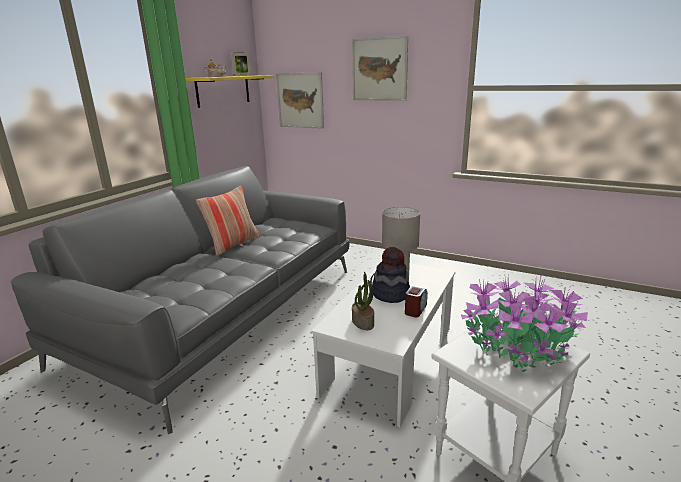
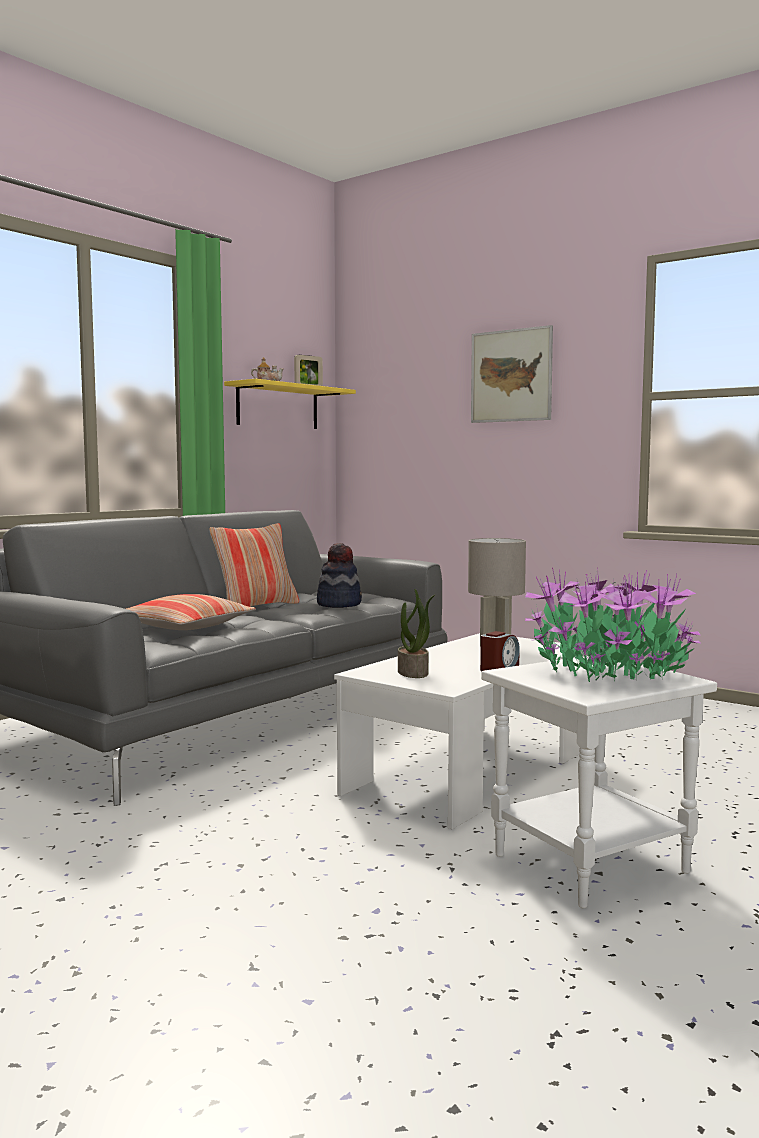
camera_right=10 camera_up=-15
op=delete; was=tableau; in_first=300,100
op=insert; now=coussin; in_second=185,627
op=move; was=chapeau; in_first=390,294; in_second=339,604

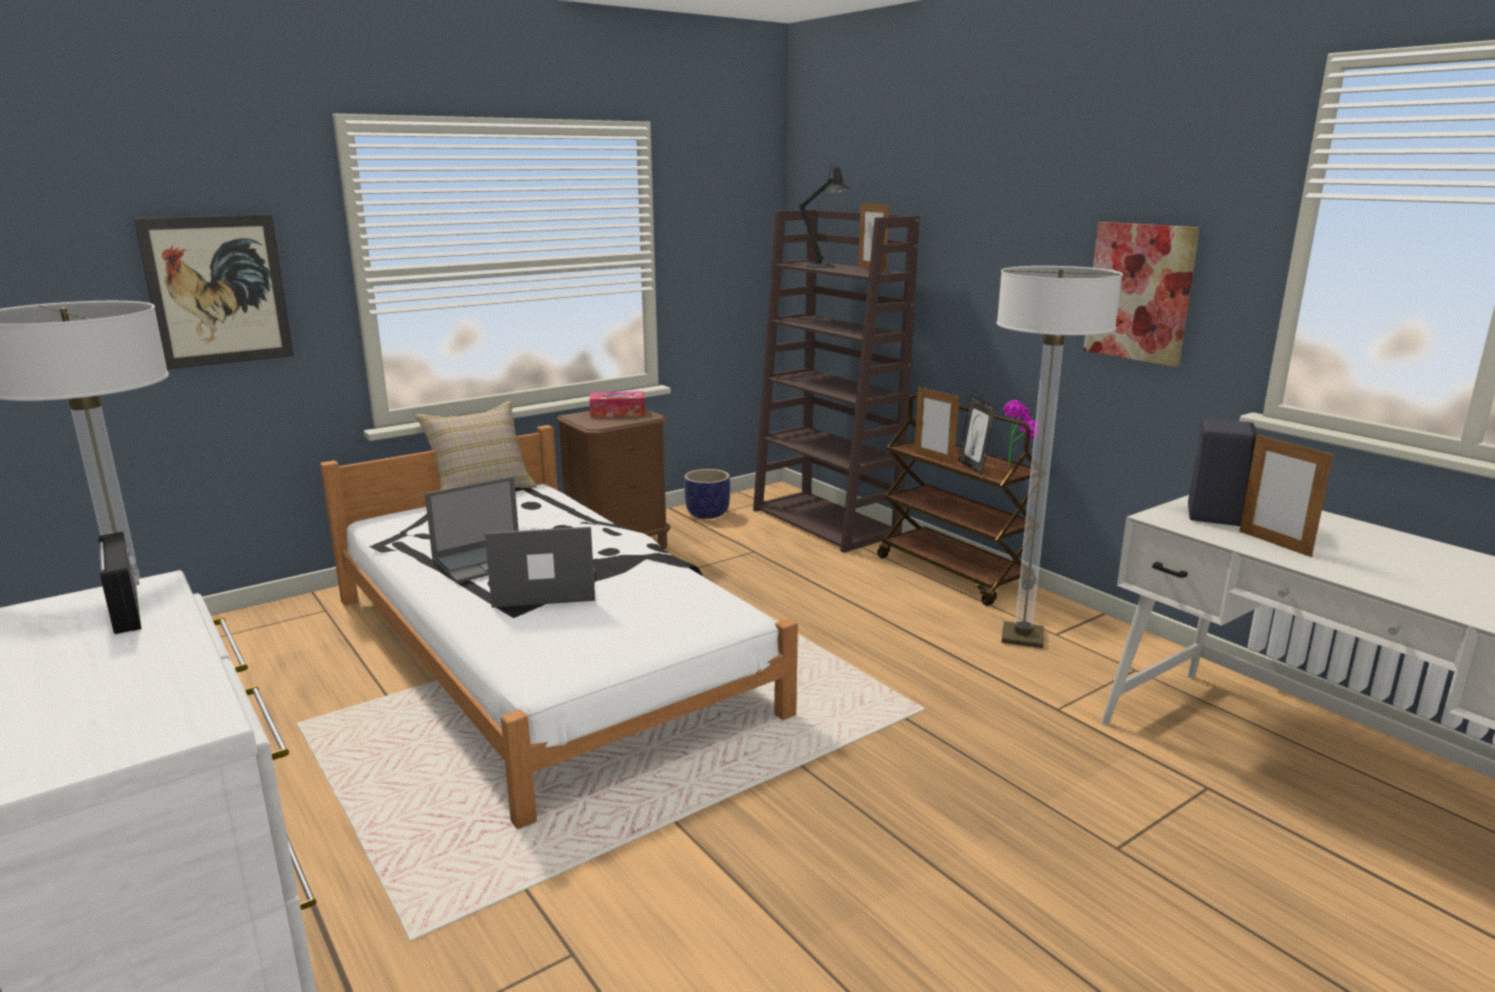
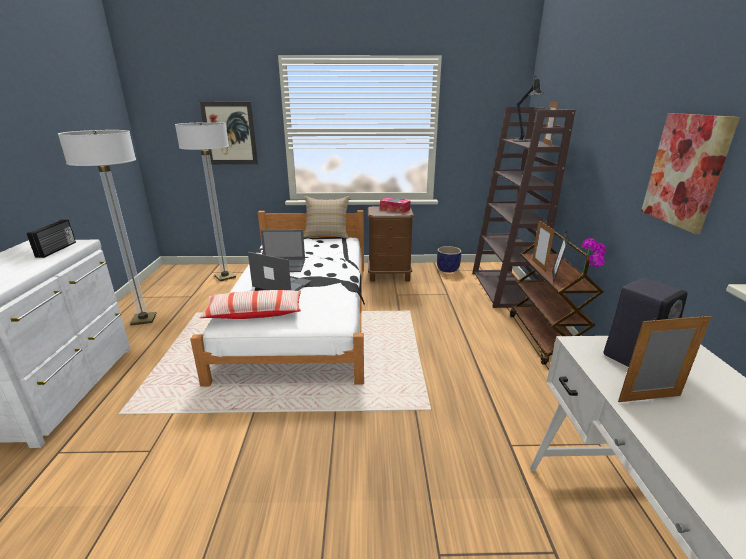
camera_right=35 camera_up=5
op=insert; now=coussin; in_second=254,313
op=move; was=lampadaire; in_first=1022,637; in_second=225,277
op=rotate; was=cadre photo; in_first=1274,543; in_second=649,398; clockwise=75

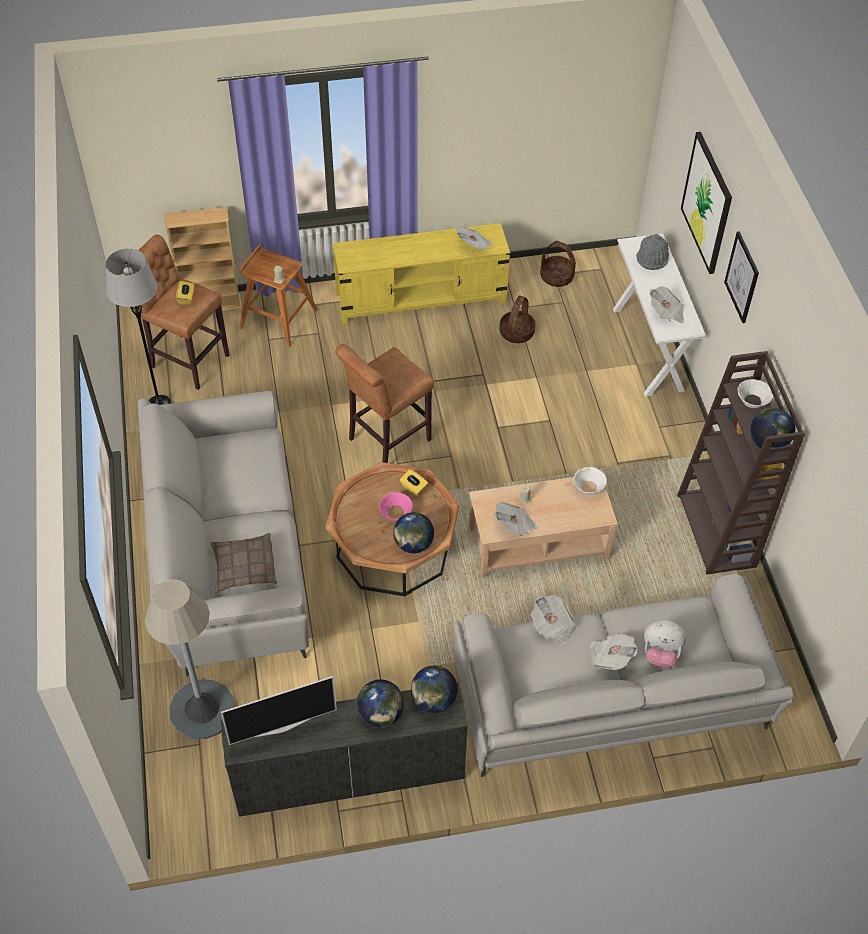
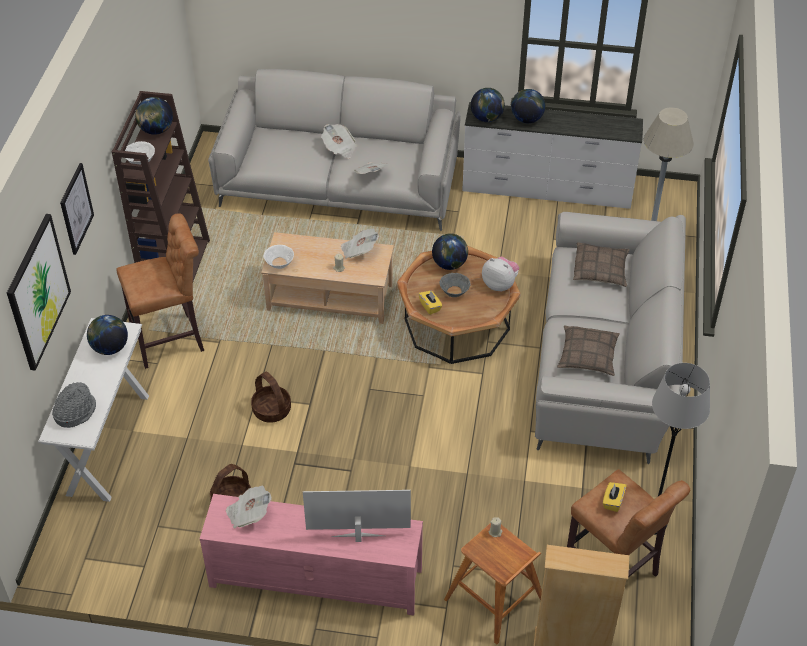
camera_right=-160 camera_up=-5
op=insert; now=coussin; in_second=587,356
op=move; was=téléviseur; in_first=282,727; in_second=358,537
op=move; was=tabouret [marron]; in_first=386,441; in_second=172,340
op=move; was=panier; in_first=557,277; in_second=271,410
op=move; was=peluche; in_first=660,654; in_second=500,284
op=replace; was=journal; now=globe; in_first=666,313; in_second=110,348
op=recolor; was=meuble télé [jaune]; now=meuble télé [rose]; in_first=421,298; in_second=315,578
op=recolor; was=bol [rose]; now=bol [gris]; in_first=395,513; in_second=454,291

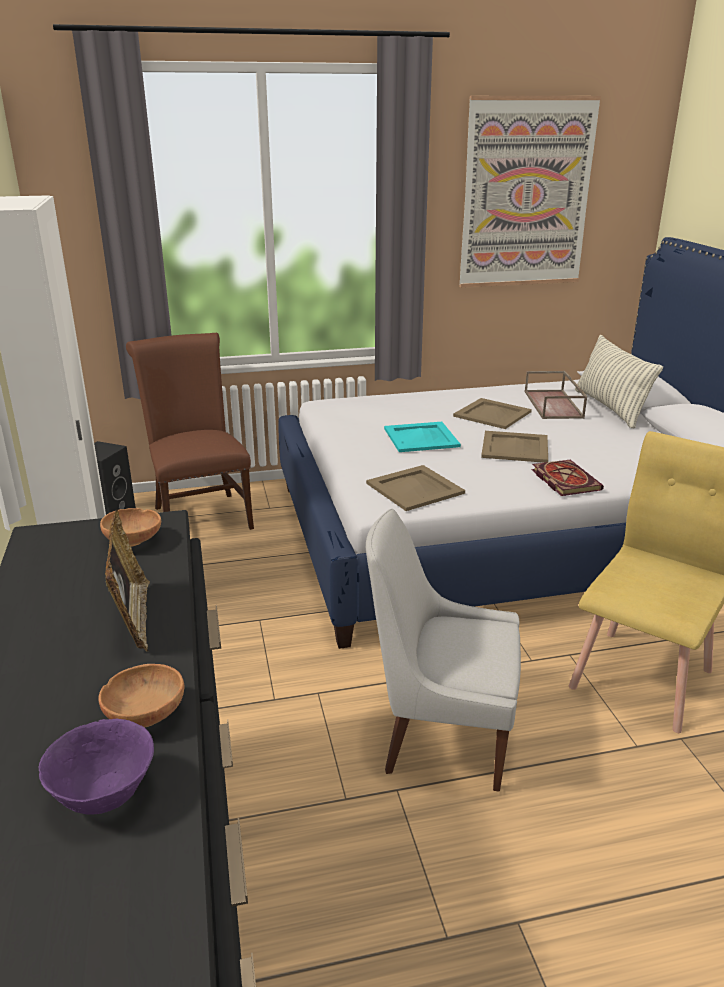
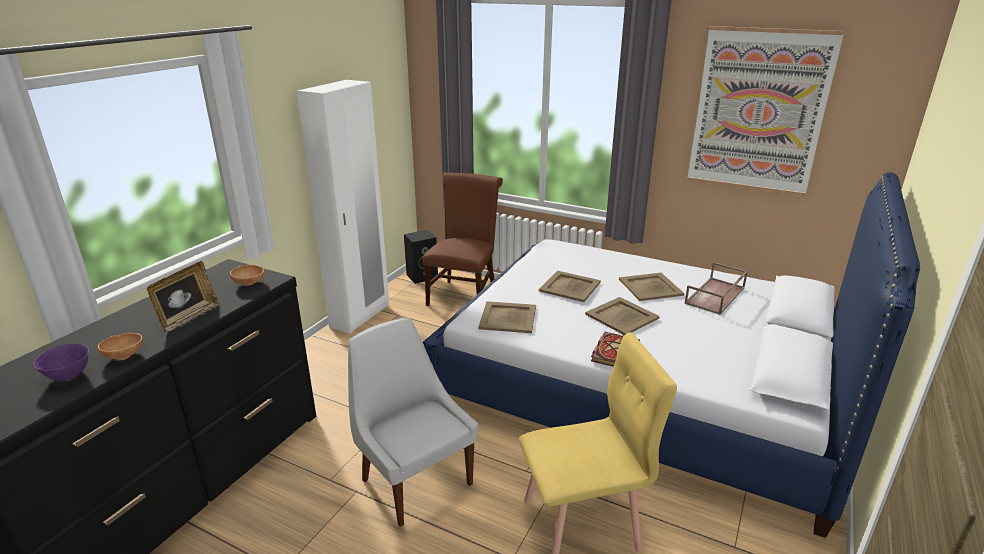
camera_right=40 camera_up=0
op=delete; was=coussin; in_first=610,408
op=recolor; was=plateau [turquoise]; now=plateau [beige]; in_first=421,437; in_second=570,286

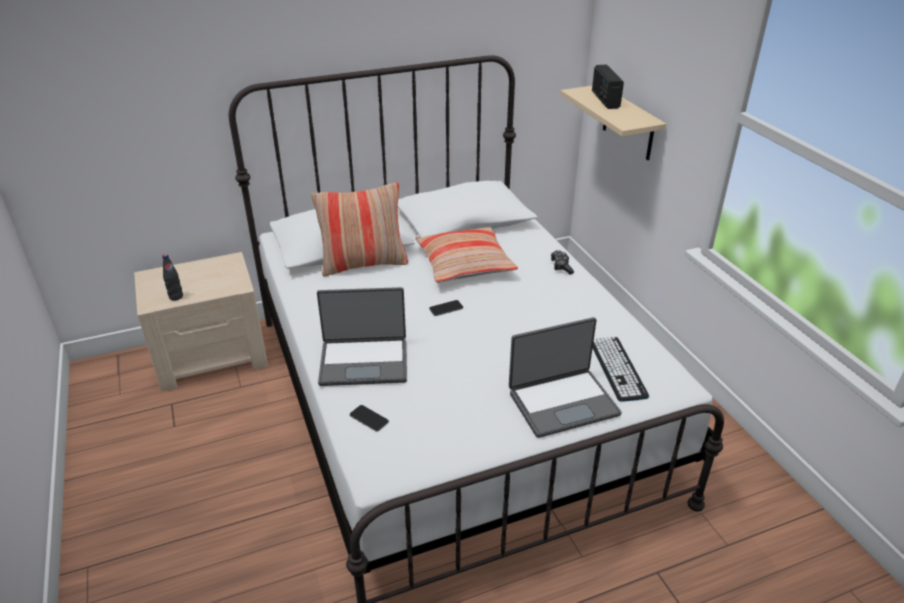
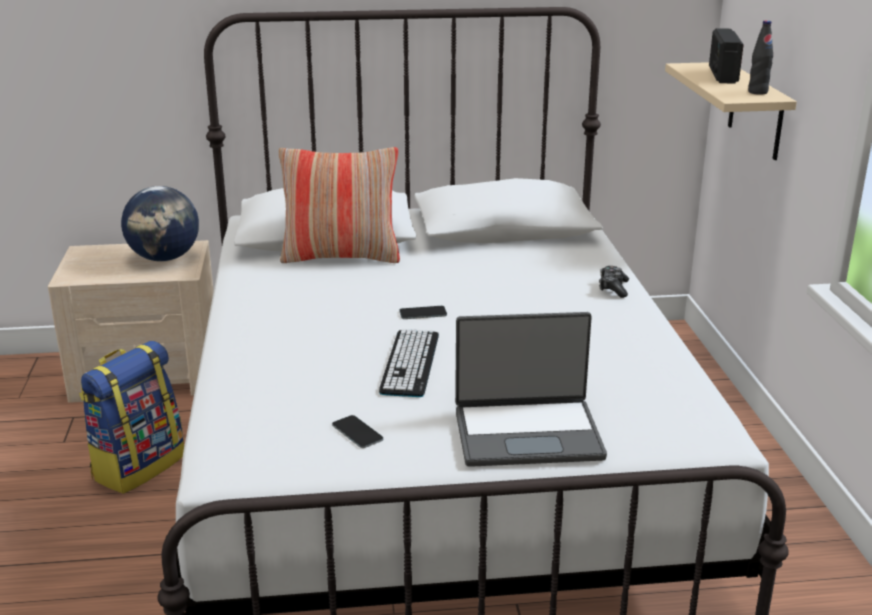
camera_right=15 camera_up=-10
op=delete; was=ordinateur portable; in_first=364,362
op=delete; was=coussin; in_first=464,264
op=insert; now=sac à dos; in_second=138,466
op=insert; now=globe; in_second=165,258
op=move; was=bouteille [noir]; in_first=176,297; in_second=757,92
op=move; was=téléphone; in_first=369,418; in_second=357,432
op=move; was=clavier; in_first=617,368; in_second=410,363

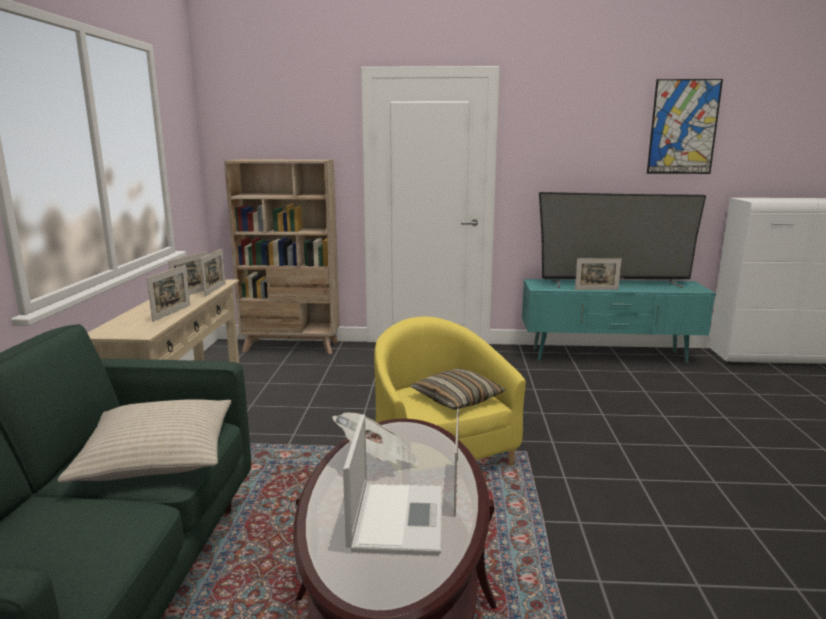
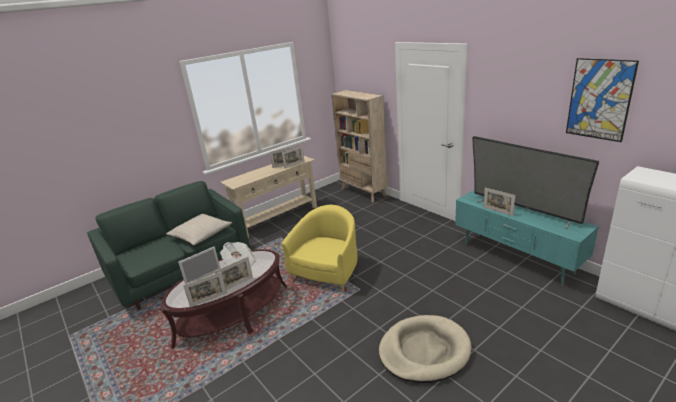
camera_right=50 camera_up=10
op=delete; was=coussin; in_first=457,399
op=insert; now=panier pour chien [beige]; in_second=424,351
op=move; was=cadre photo; in_first=172,313; in_second=208,300

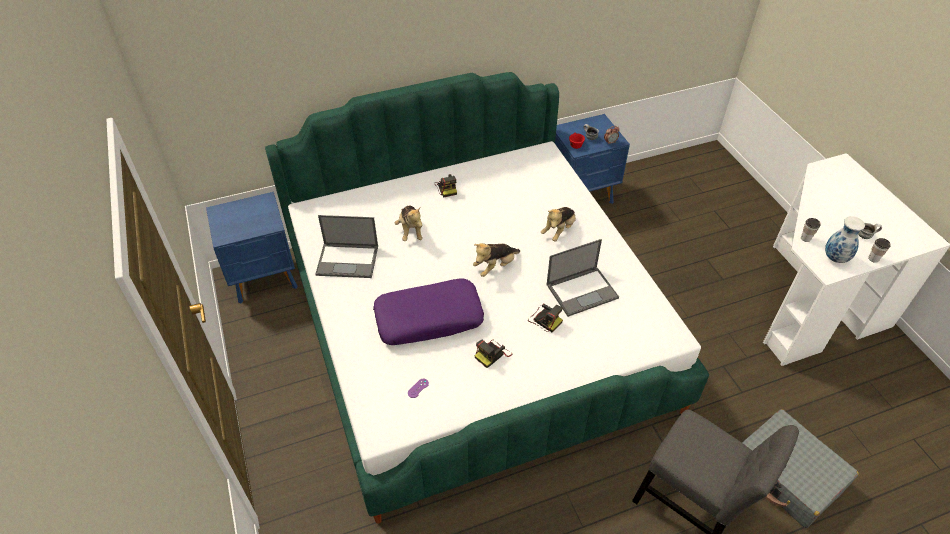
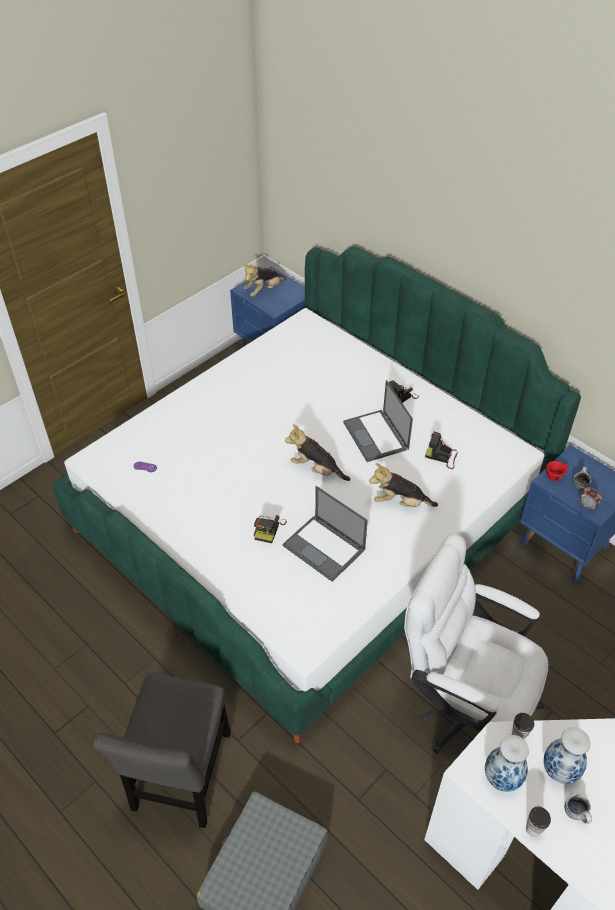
camera_right=65 camera_up=0
op=delete; was=coussin [violet]; in_first=429,318
op=insert; now=chaise de bureau [blanc]; in_second=463,704
op=insert; now=vase; in_second=559,770
op=move; was=ordinateur portable; in_first=348,260; in_second=376,436
op=move; was=peluche; in_first=410,230; in_second=264,290
op=move; was=appareil photo; in_first=492,354; in_second=442,456

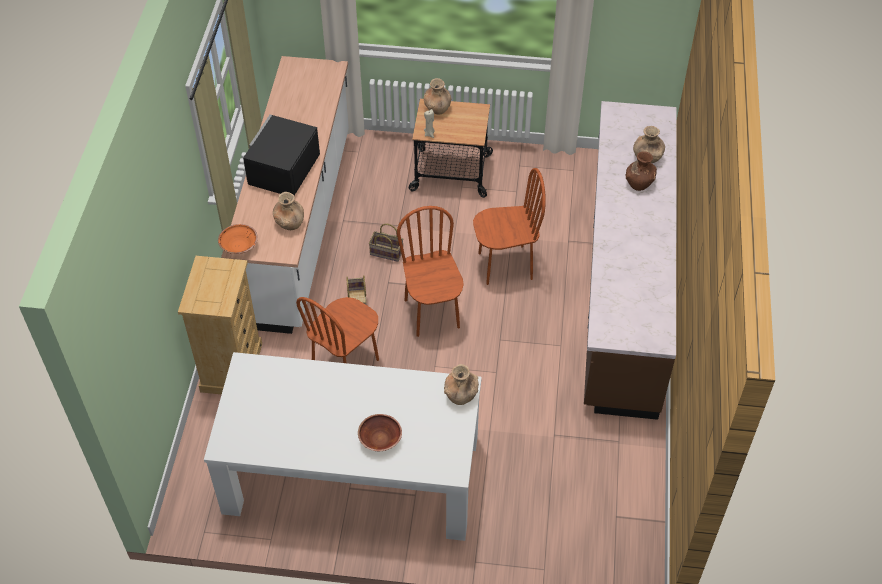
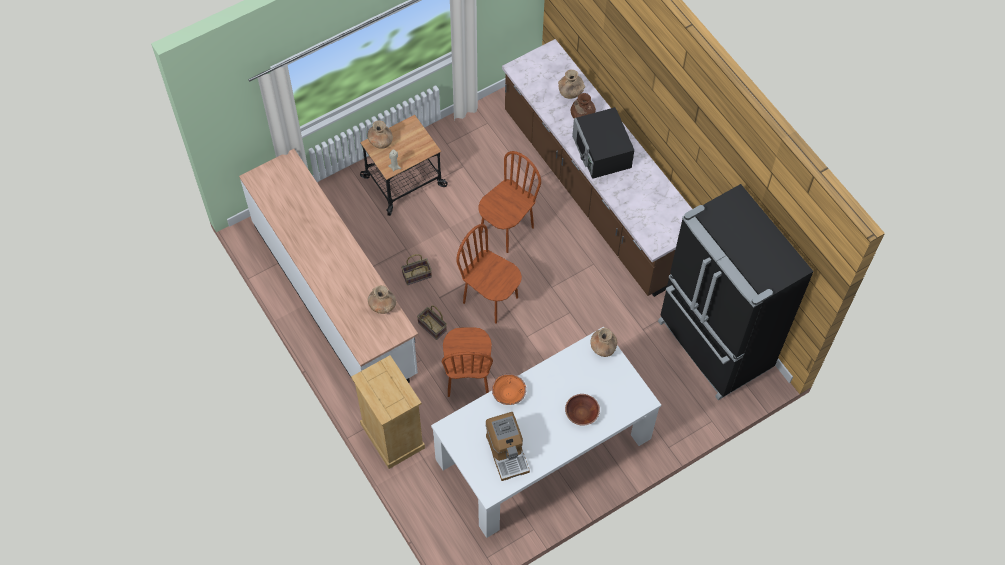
camera_right=-40 camera_up=10
op=insert; now=machine à café; in_second=507,452
op=insert; now=réfrigérateur [noir]; in_second=713,346
op=move; was=bol [orange]; in_first=239,246; in_second=509,393
op=move; was=micro-ondes [noir]; in_first=283,169; in_second=602,152

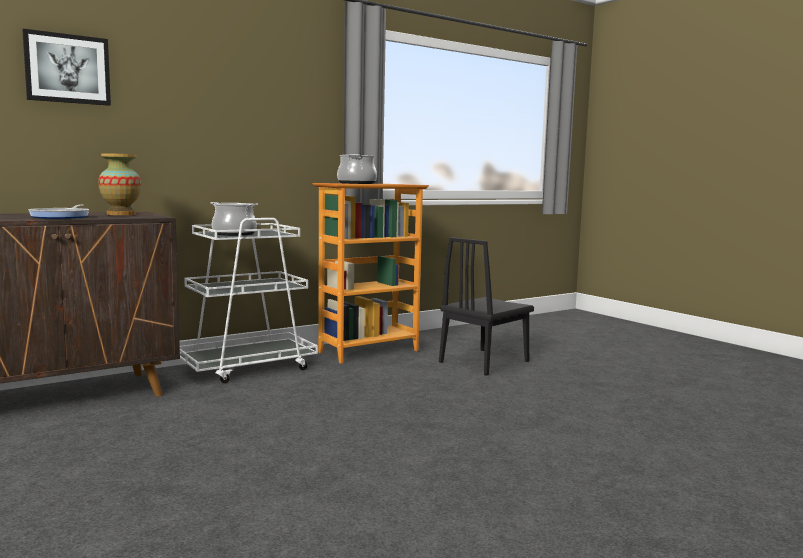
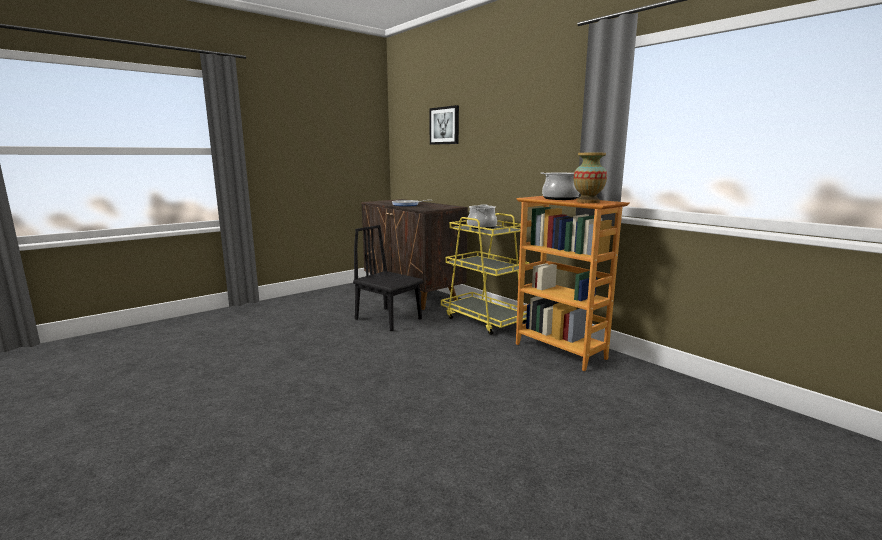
camera_right=85 camera_up=5
op=move; was=vase; in_first=121,214; in_second=588,202
op=move; was=chaise [noir]; in_first=484,361; in_second=388,319
op=recolor; was=chariot [blanc]; now=chariot [jaune]; in_first=248,367; in_second=485,320

